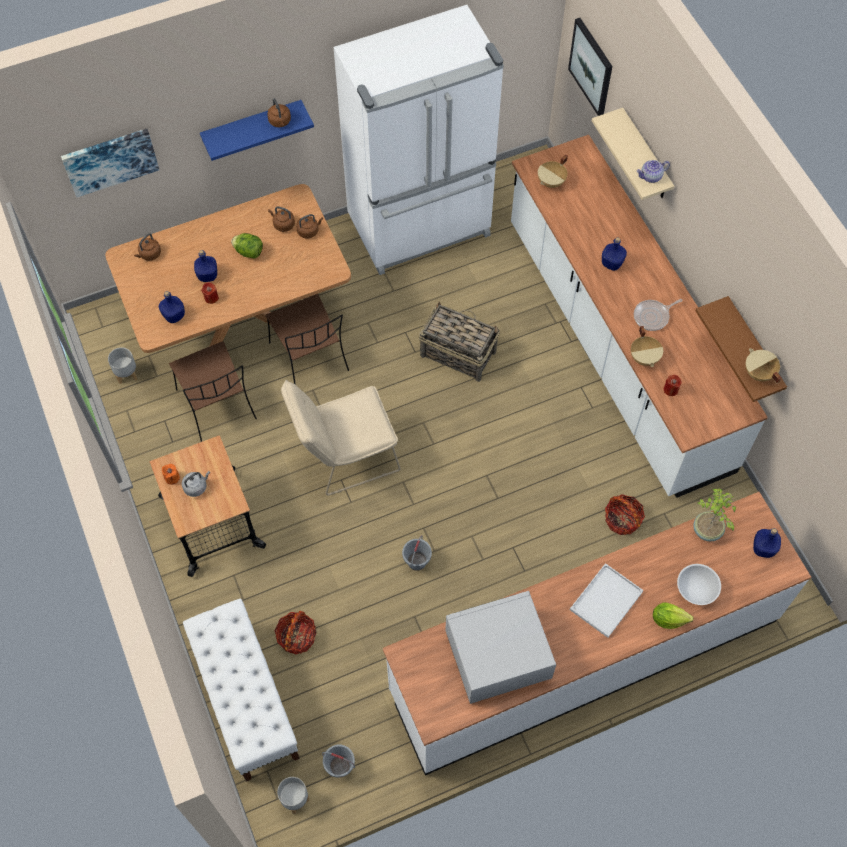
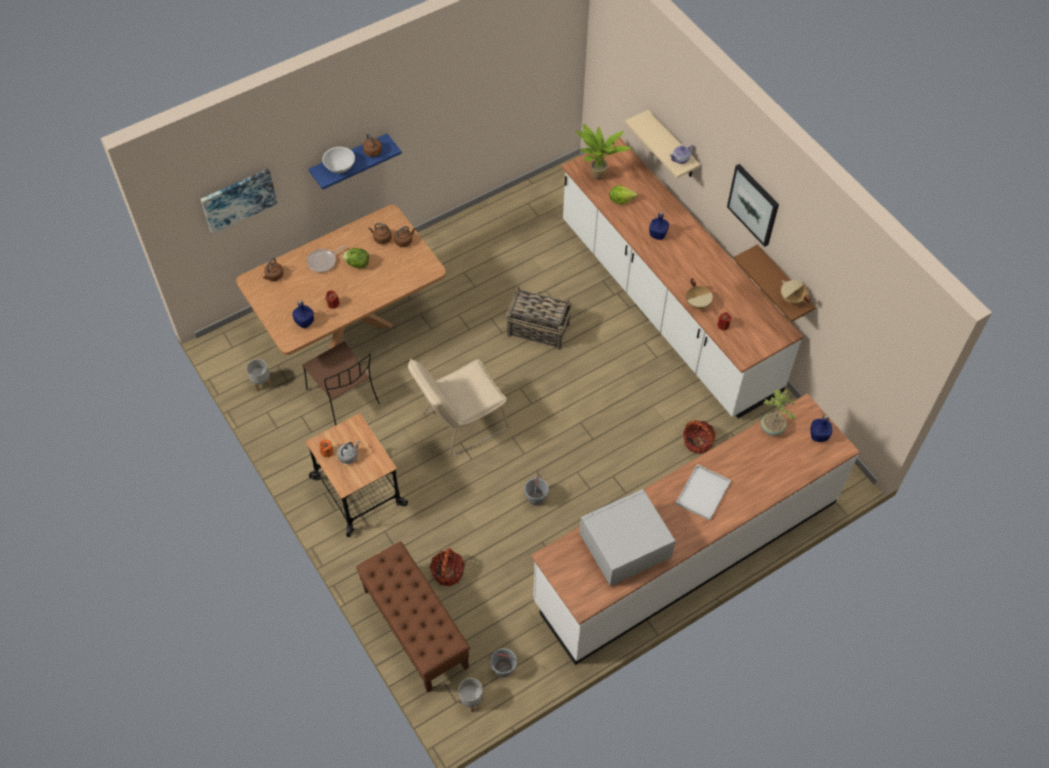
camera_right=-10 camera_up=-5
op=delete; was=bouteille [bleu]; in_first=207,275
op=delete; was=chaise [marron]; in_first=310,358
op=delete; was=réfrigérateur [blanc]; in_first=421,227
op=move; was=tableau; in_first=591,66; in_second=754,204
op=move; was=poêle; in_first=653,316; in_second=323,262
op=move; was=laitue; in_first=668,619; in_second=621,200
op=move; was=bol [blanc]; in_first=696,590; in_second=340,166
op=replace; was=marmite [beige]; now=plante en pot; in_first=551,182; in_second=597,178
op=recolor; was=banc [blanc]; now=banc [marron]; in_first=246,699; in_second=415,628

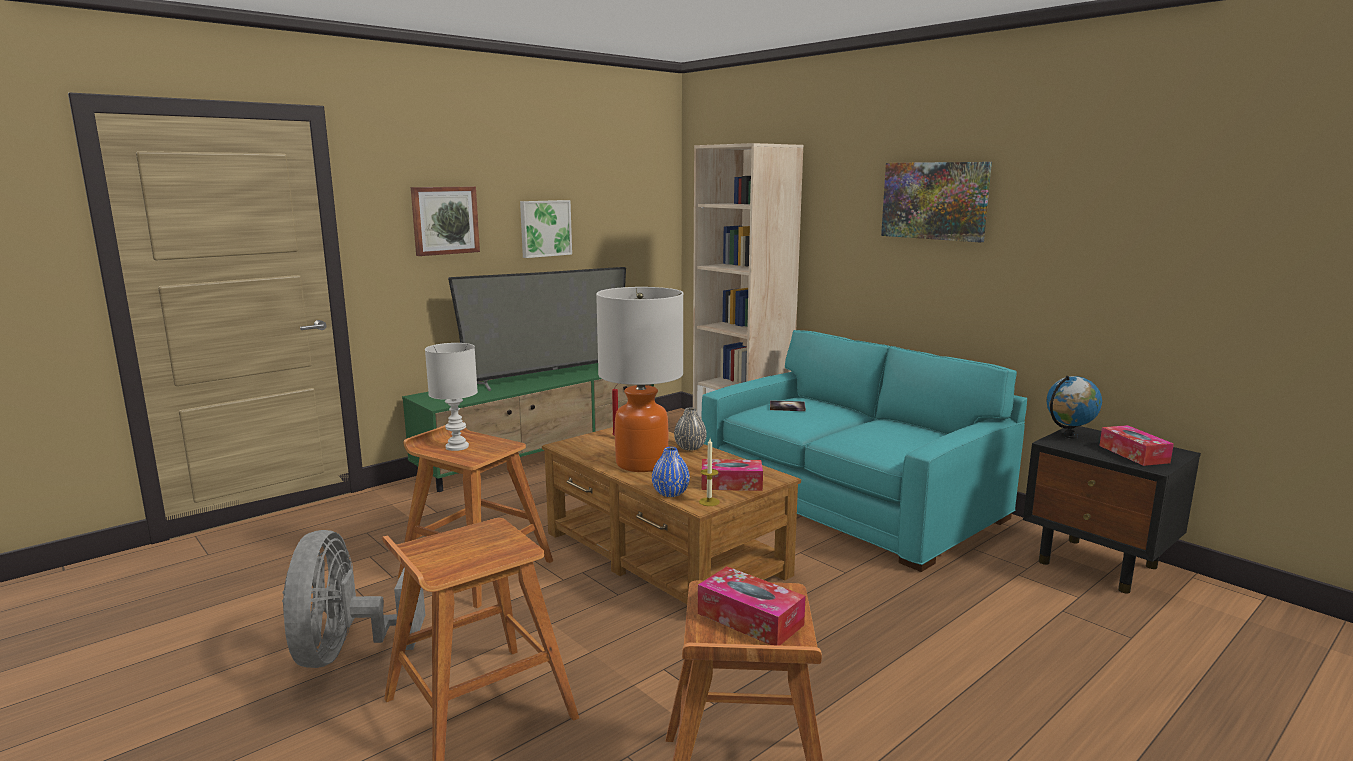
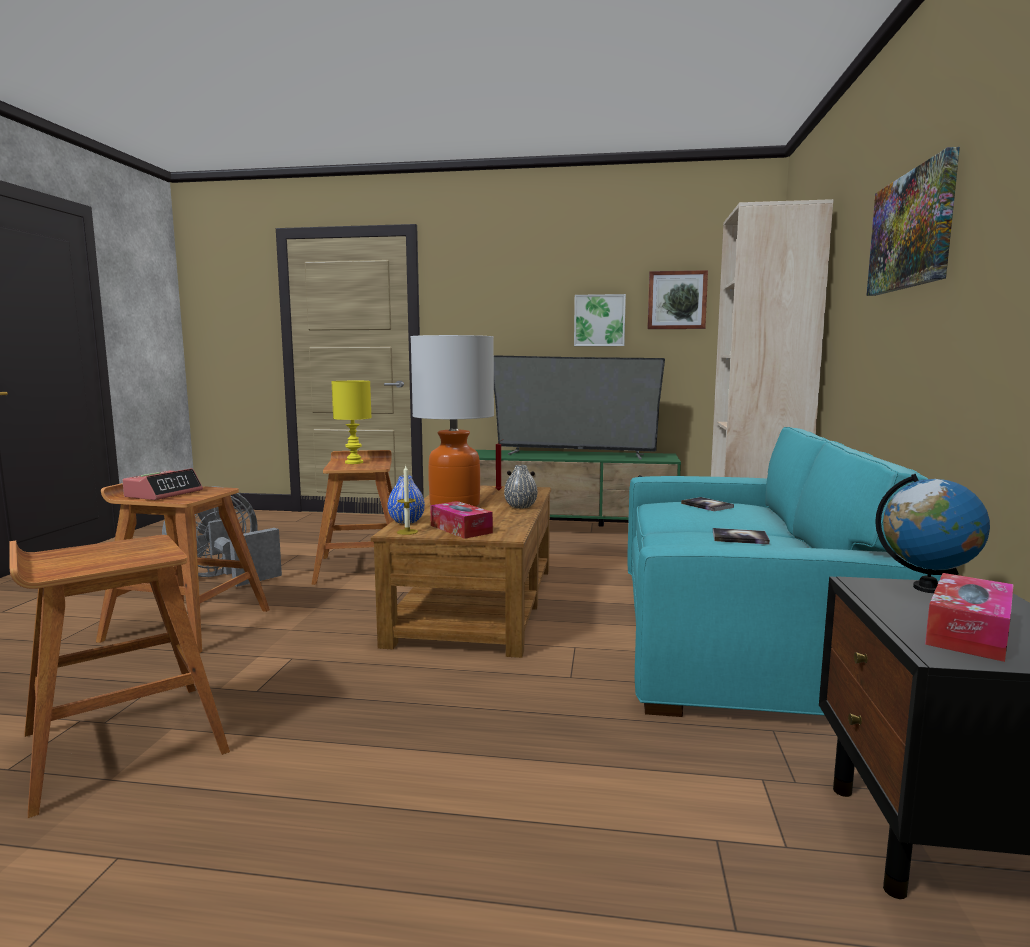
camera_right=50 camera_up=-5
op=delete; was=boîte à mouchoirs; in_first=750,619
op=insert; now=réveil; in_second=164,494
op=insert; now=livre; in_second=740,538
op=move; was=tableau; in_first=444,220; in_second=676,300
op=recolor; was=lampe de table [blanc]; now=lampe de table [jaune]; in_first=457,447; in_second=353,462

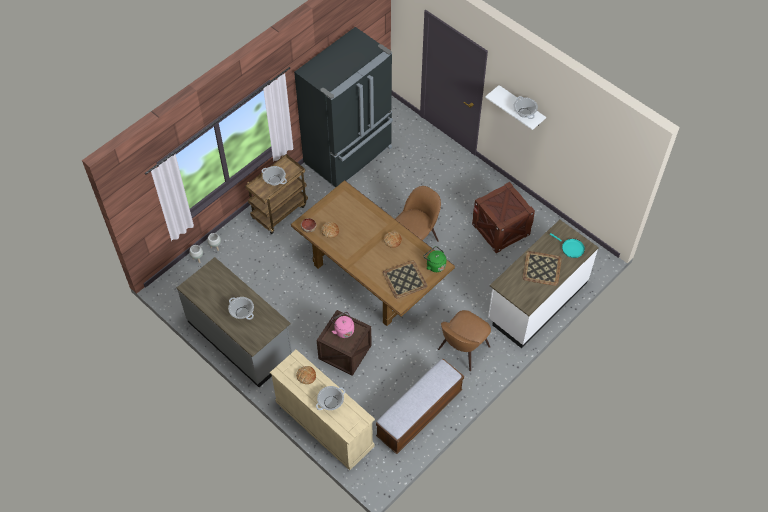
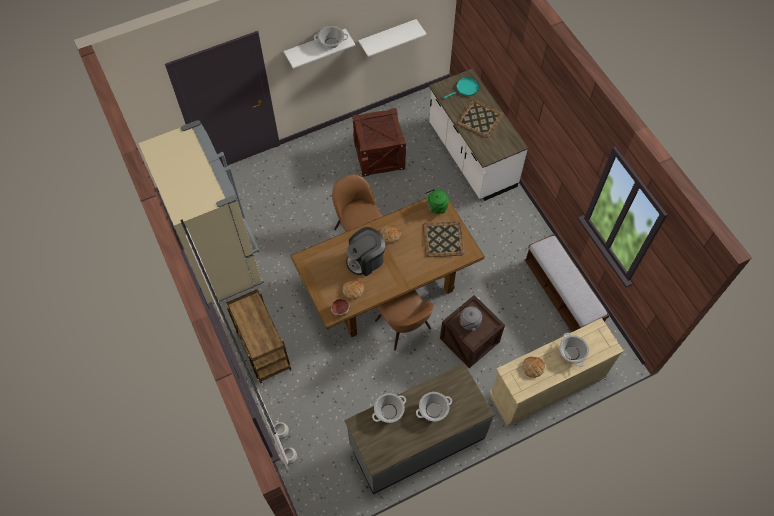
camera_right=-70 camera_up=5
op=insert; now=machine à café; in_second=366,260
op=insert; now=étagère [blanc]; in_second=387,36
op=move; was=marmite; in_first=274,180; in_second=389,411
op=move; was=chaise [marron]; in_first=462,349; in_second=404,327
op=recolor; was=réfrigérateur [noir]; now=réfrigérateur [beige]; in_first=349,156; in_second=222,257
op=recolor; was=bouilloire [rose]; now=bouilloire [gris]; in_first=343,330; in_second=468,322

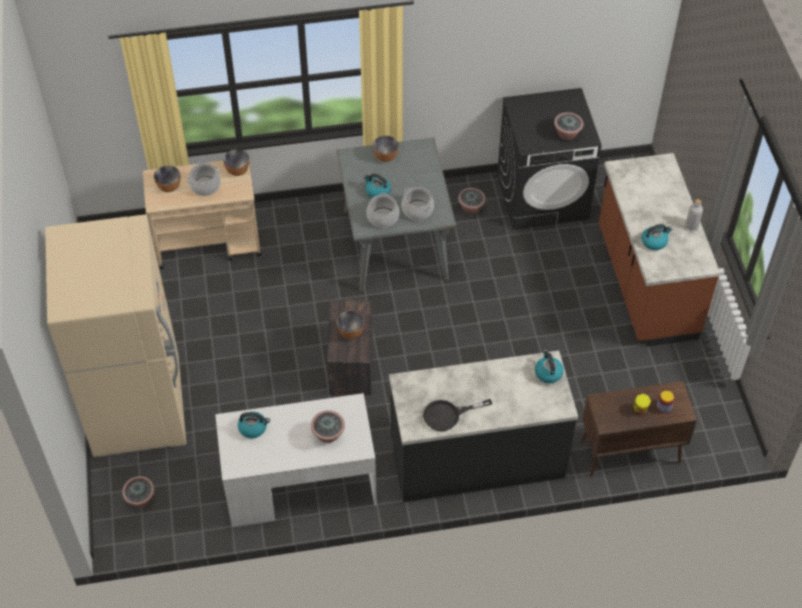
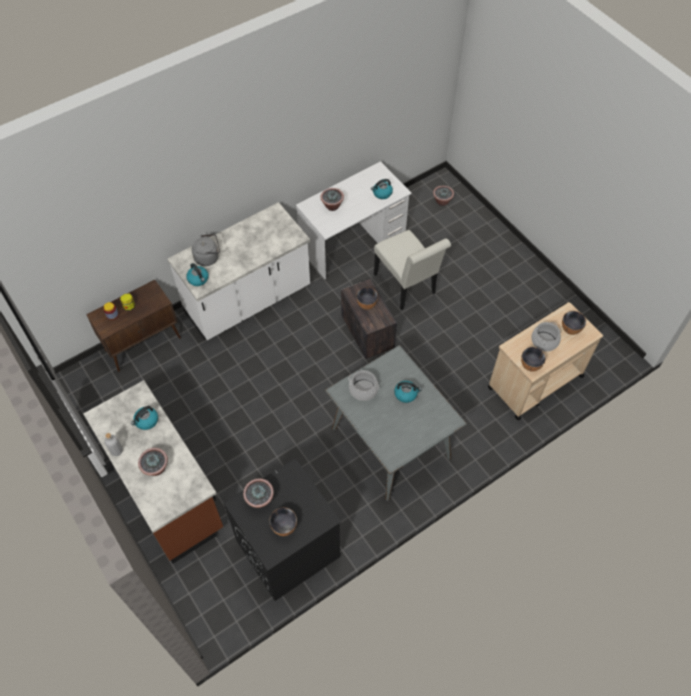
camera_right=155 camera_up=5
op=delete; was=réfrigérateur [beige]; in_first=138,407
op=delete; was=marmite; in_first=383,218
op=delete; was=poêle [noir]; in_first=448,415
op=insert; now=bouilloire [gris]; in_second=208,257
op=insert; now=chaise [blanc]; in_second=407,287
op=move; was=bol; in_first=385,157; in_second=284,527
op=move; was=plante en pot; in_first=471,209; in_second=156,468
op=recolor; was=comptoir de cuisine [noir]; now=comptoir de cuisine [blanc]; in_first=477,458; in_second=248,301

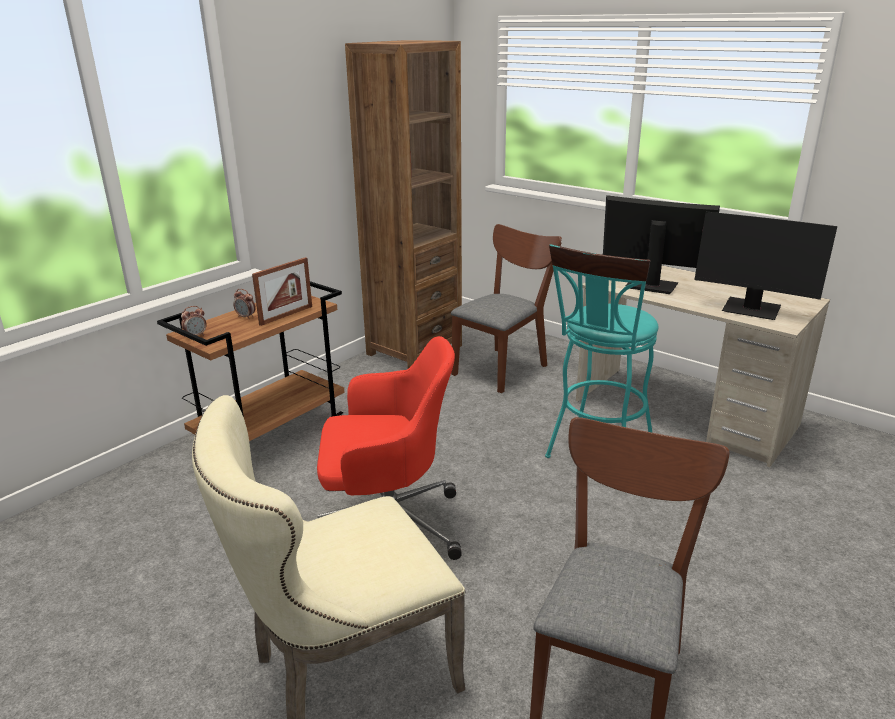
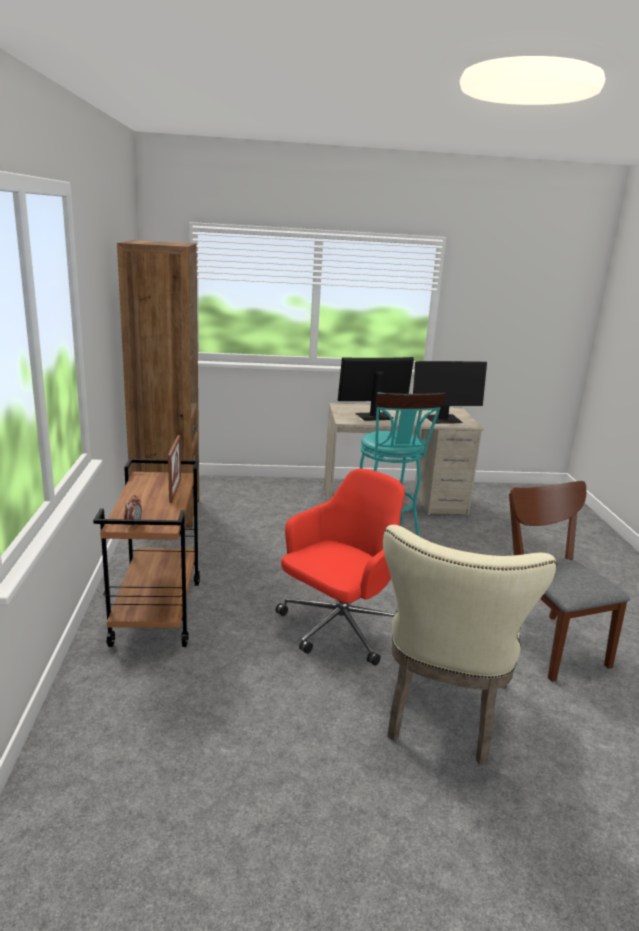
camera_right=-45 camera_up=-5
op=delete; was=réveil; in_first=246,317
op=delete; was=chaise [marron]; in_first=504,367

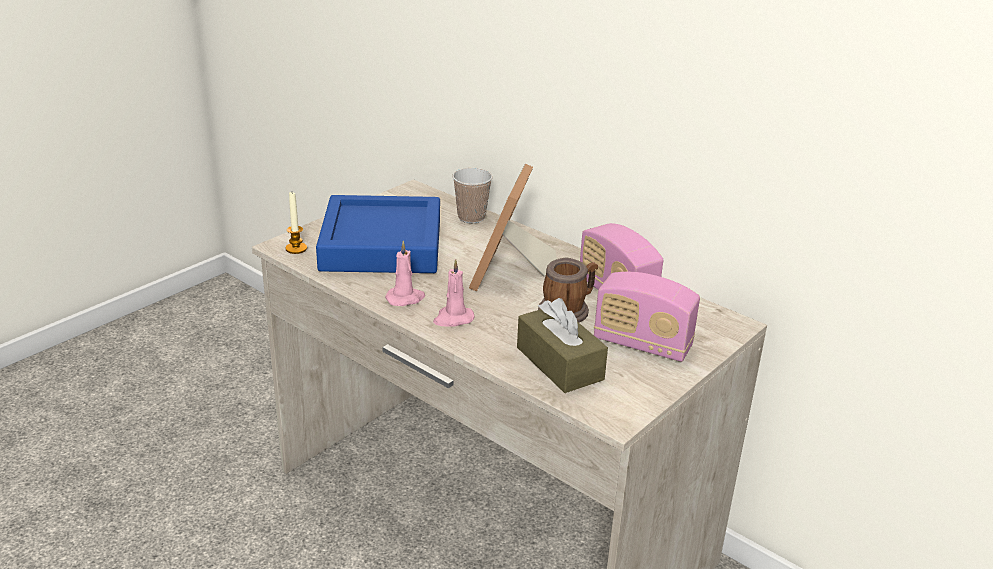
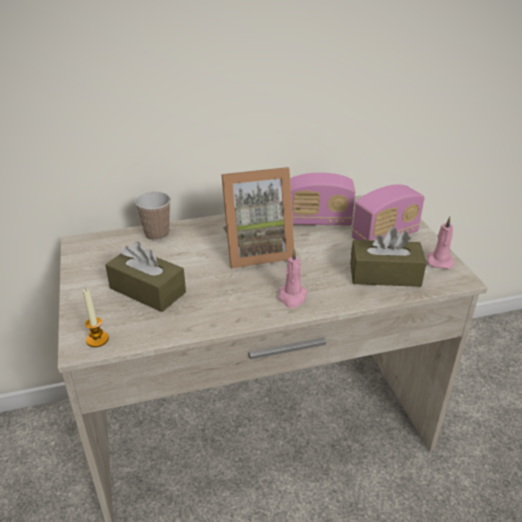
camera_right=-55 camera_up=5
op=delete; was=mug; in_first=568,310
op=move; was=bougie [rose]; in_first=405,298; in_second=439,260
op=replace; was=plateau [bleu]; now=boîte à mouchoirs [marron]; in_first=381,245; in_second=147,290
op=rotate; was=cadre photo; in_first=510,275; in_second=256,250; clockwise=-60

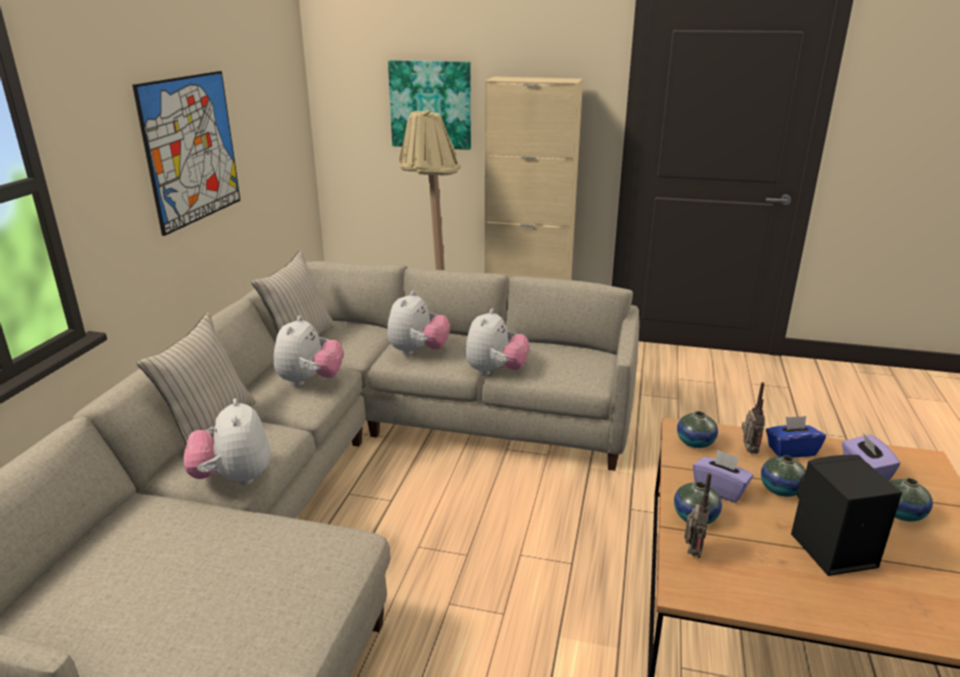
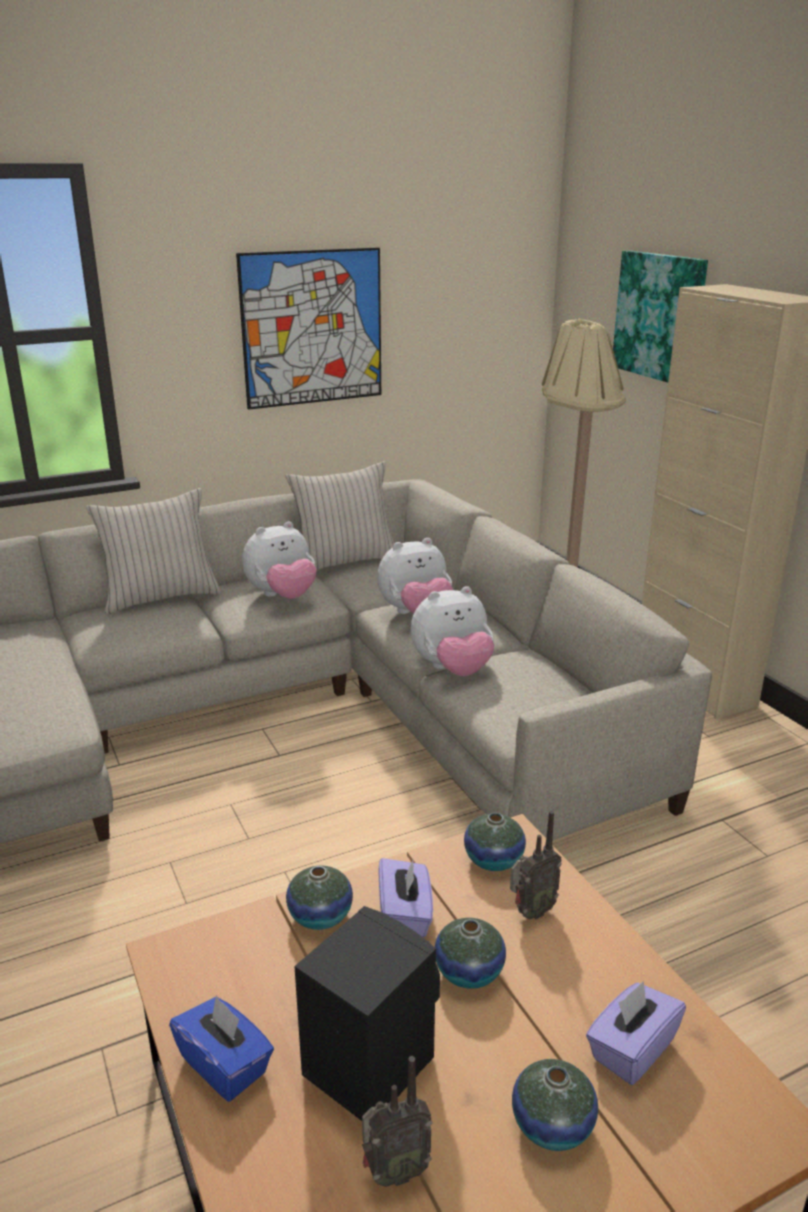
camera_right=50 camera_up=0
op=delete; was=peluche; in_first=234,478
op=move; was=radio; in_first=692,553; in_second=394,1172
op=move; was=boîte à mouchoirs [bleu]; in_first=791,450; in_second=225,1065

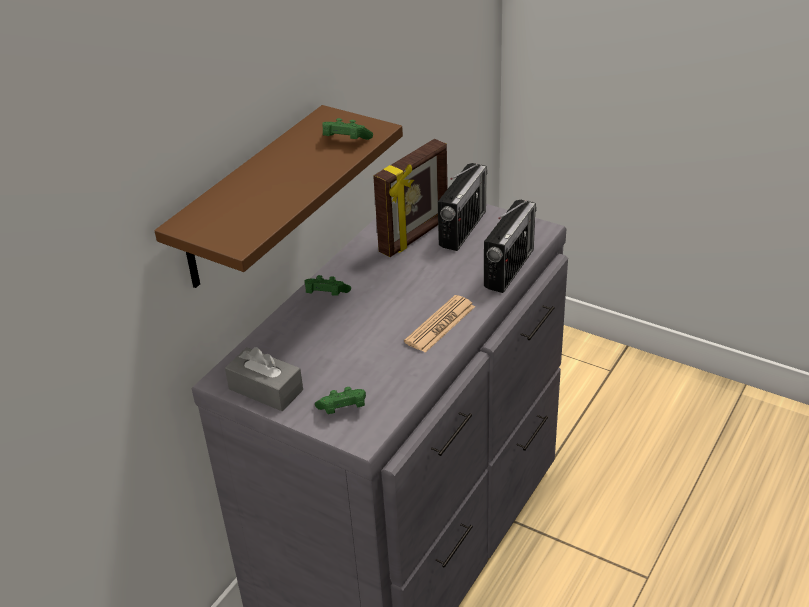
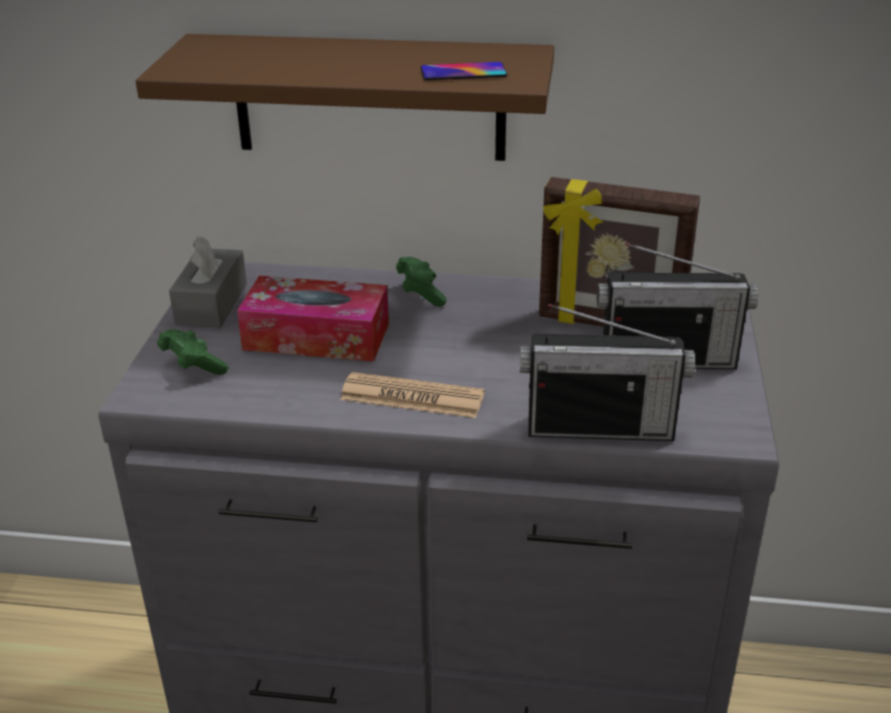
camera_right=65 camera_up=-5
op=insert; now=boîte à mouchoirs; in_second=316,337
op=replace; was=manette [vert]; now=téléphone; in_first=345,141; in_second=463,72

